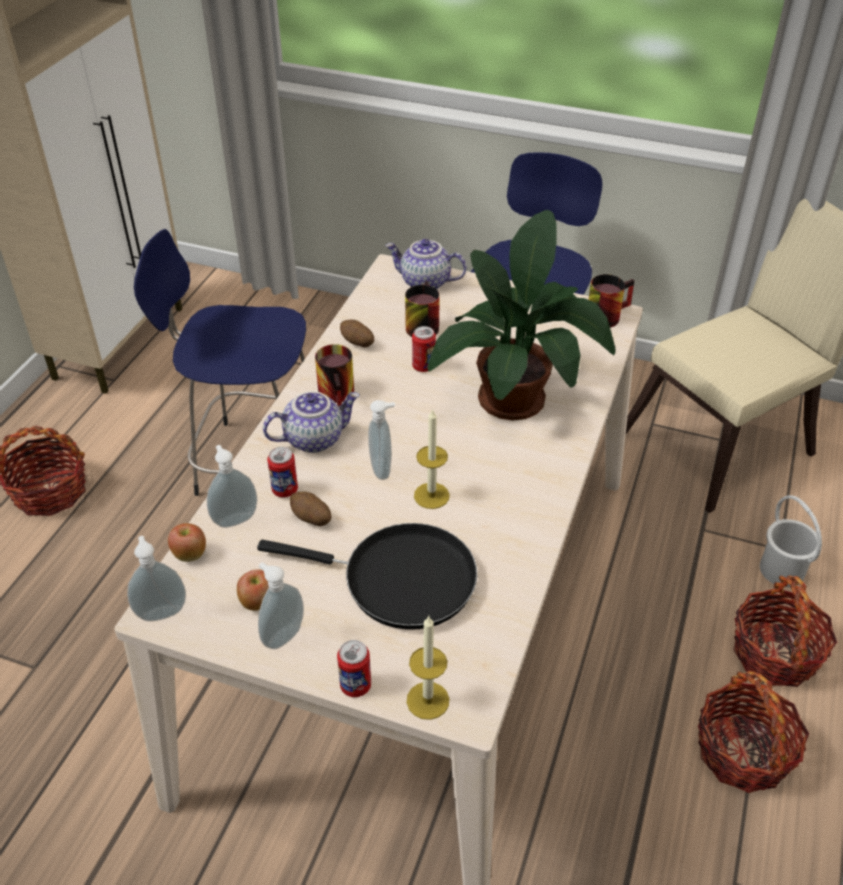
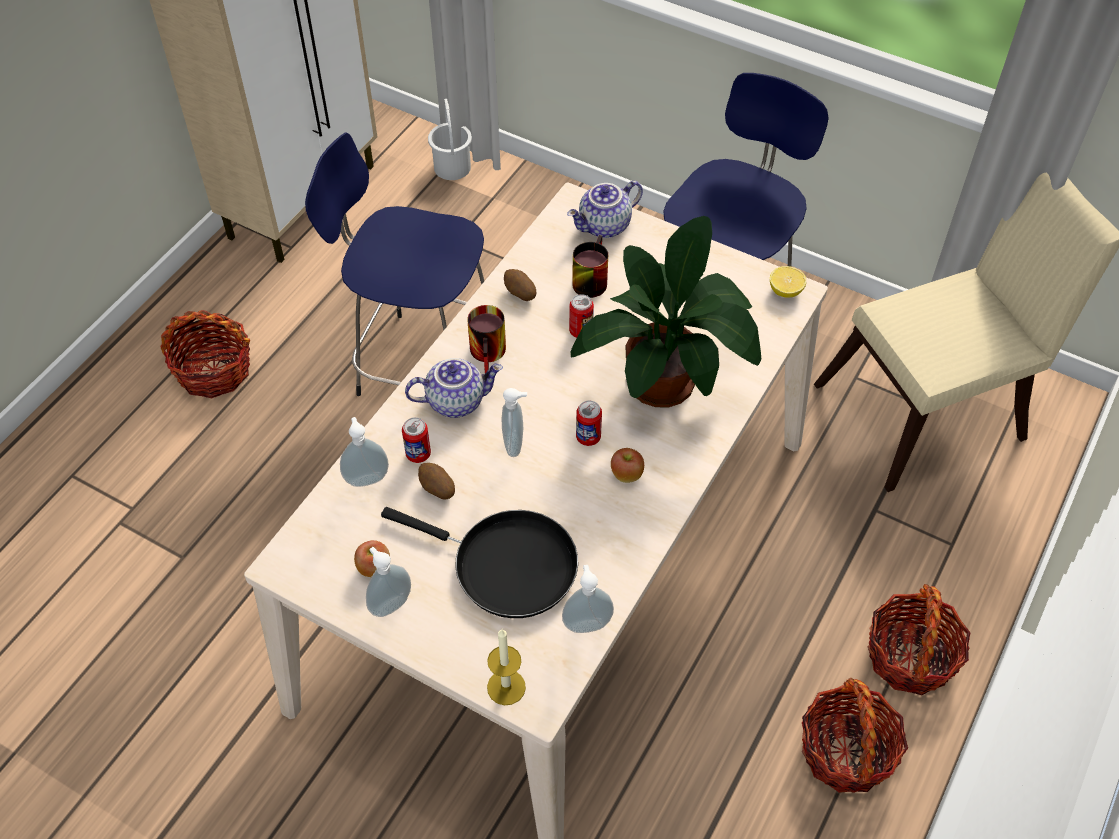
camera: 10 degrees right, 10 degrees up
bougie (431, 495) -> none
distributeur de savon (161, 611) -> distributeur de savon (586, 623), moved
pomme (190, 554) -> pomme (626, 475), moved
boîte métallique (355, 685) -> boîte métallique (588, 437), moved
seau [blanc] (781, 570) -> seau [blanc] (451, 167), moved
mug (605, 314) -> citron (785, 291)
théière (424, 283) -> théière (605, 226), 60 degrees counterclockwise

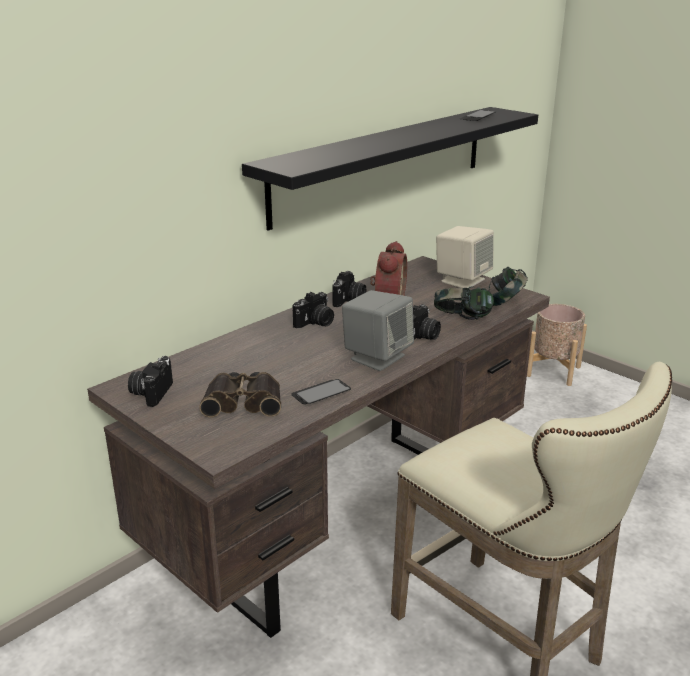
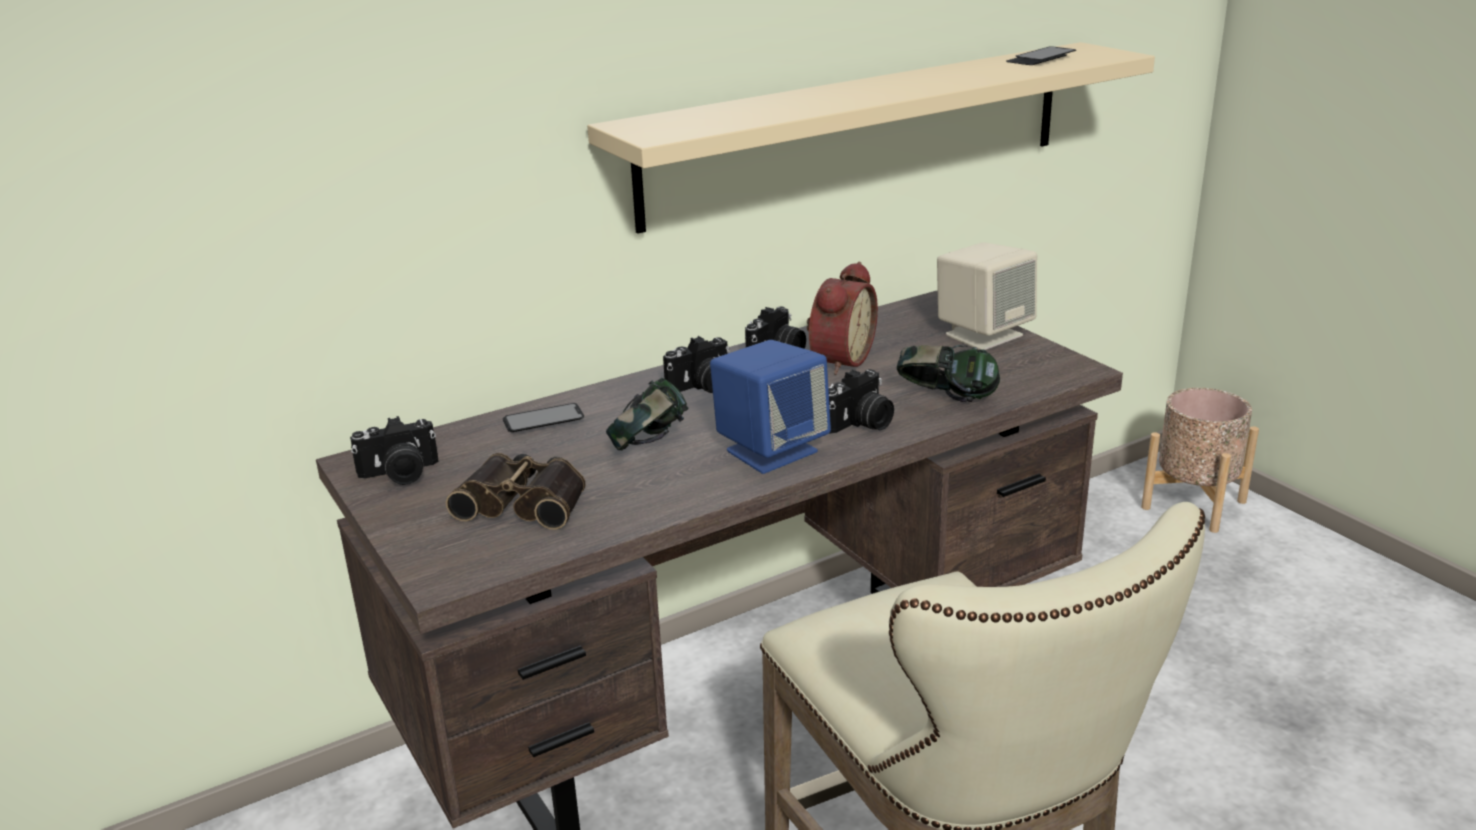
camera: 15 degrees right, 0 degrees up
téléphone (321, 393) -> téléphone (543, 420), moved
casque audio (505, 303) -> casque audio (650, 447), moved
étagère [noir] (383, 163) -> étagère [beige] (860, 132)
enceinte [gris] (377, 357) -> enceinte [bleu] (771, 451)
appareil photo (151, 393) -> appareil photo (400, 474), 135 degrees counterclockwise

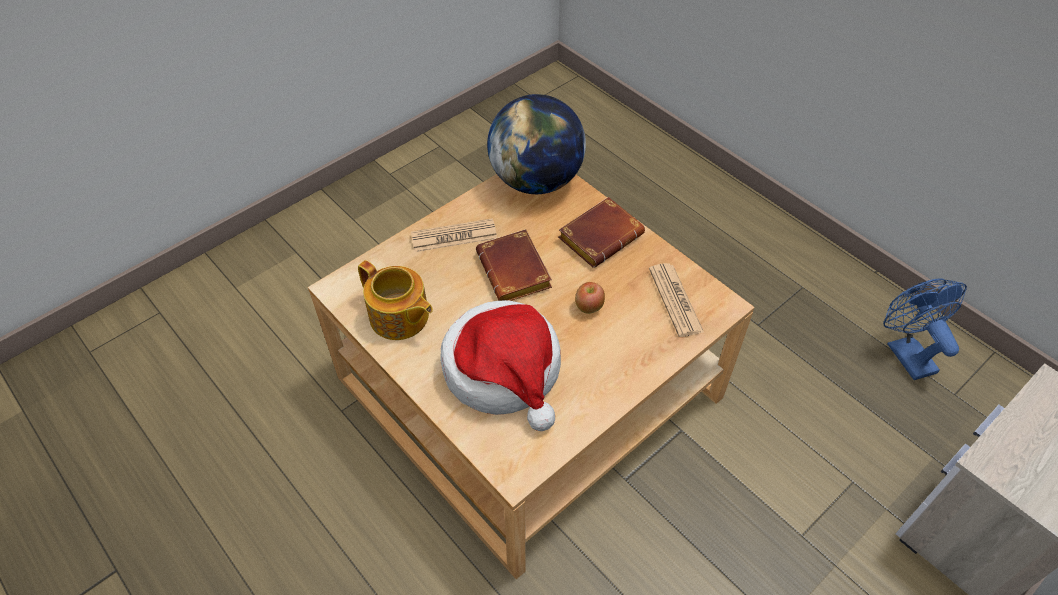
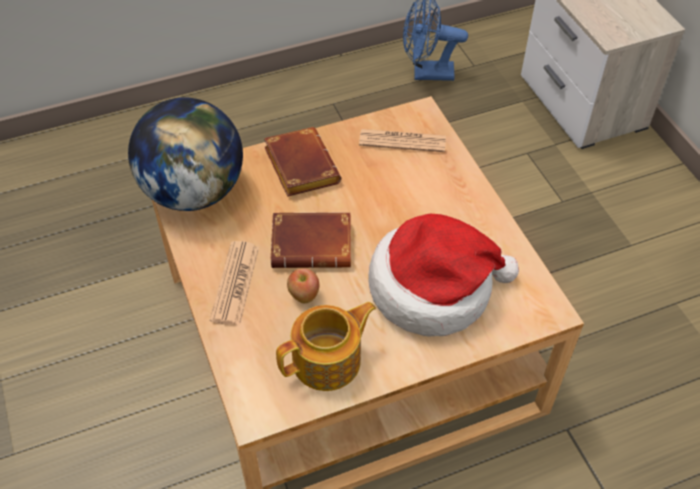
camera: 70 degrees left, 0 degrees up
pomme (588, 307) -> pomme (303, 295), moved

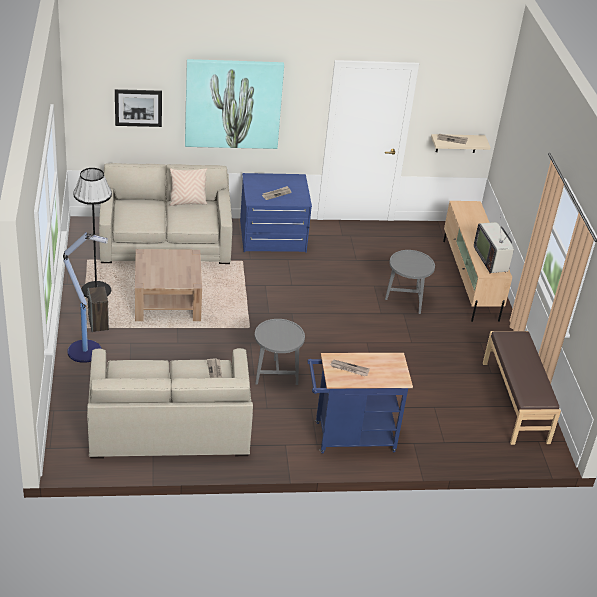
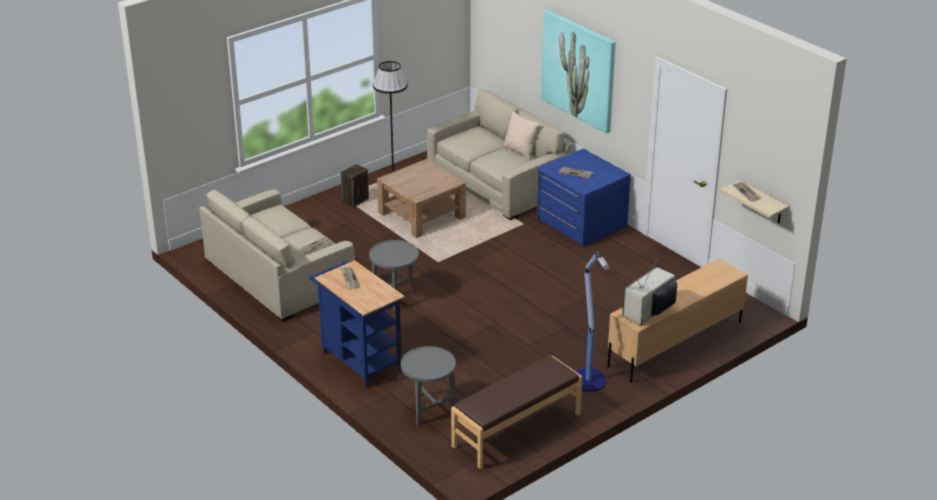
camera: 60 degrees right, 5 degrees down
tableau (138, 107) -> none
lampadaire (86, 351) -> lampadaire (588, 381), moved
table d'appoint [gris] (405, 301) -> table d'appoint [gris] (429, 408), moved

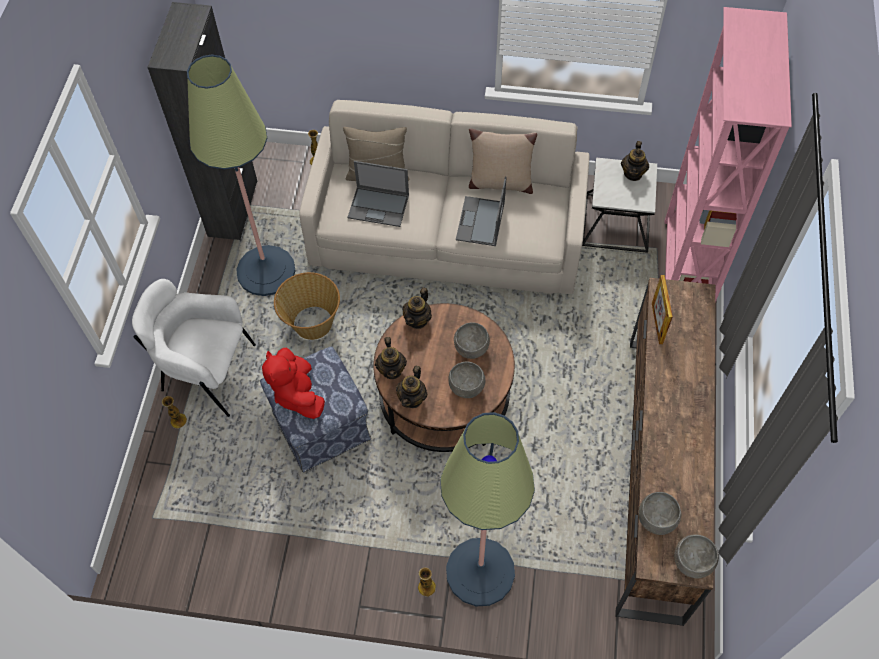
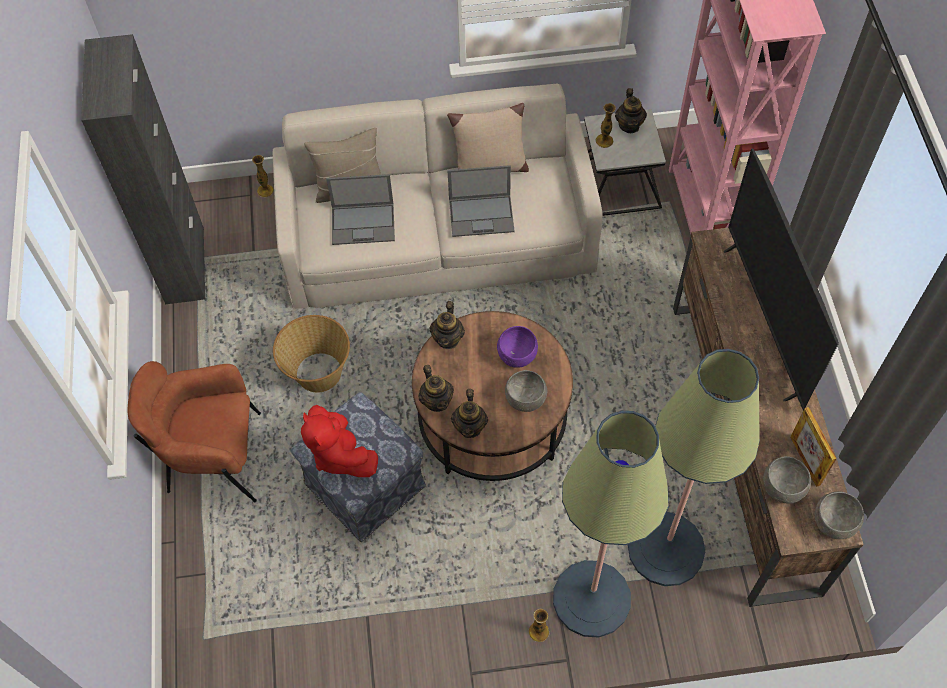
camera: 15 degrees left, 0 degrees up
none -> téléviseur (764, 321)
vase (178, 420) -> vase (604, 141), moved
lampadaire (266, 271) -> lampadaire (666, 549), moved
cadre photo (657, 323) -> cadre photo (805, 461), moved
fauteuil [blanc] (207, 372) -> fauteuil [marron] (214, 458)
bol [gris] (470, 348) -> bol [violet] (516, 355)
ordinateur portable (480, 222) -> ordinateur portable (482, 215), 90 degrees counterclockwise

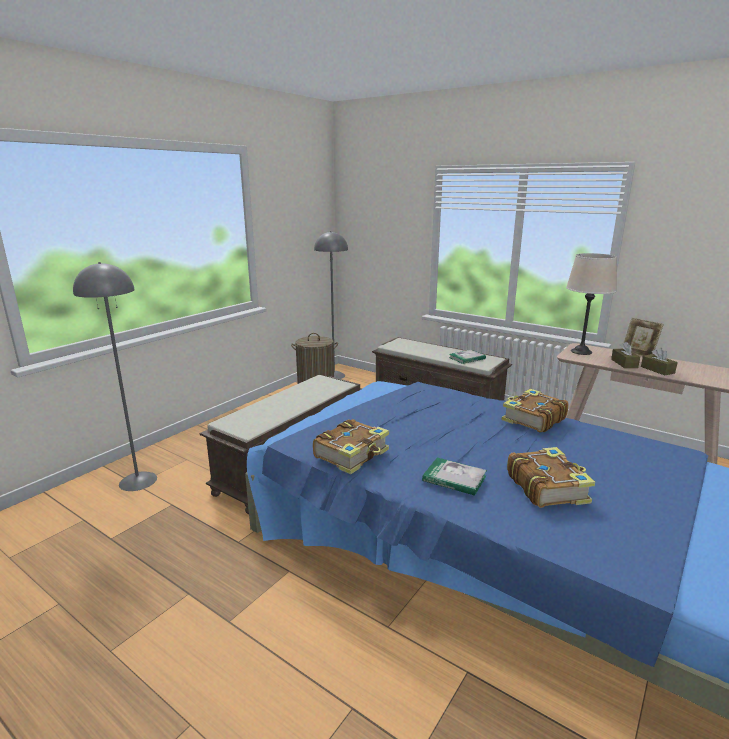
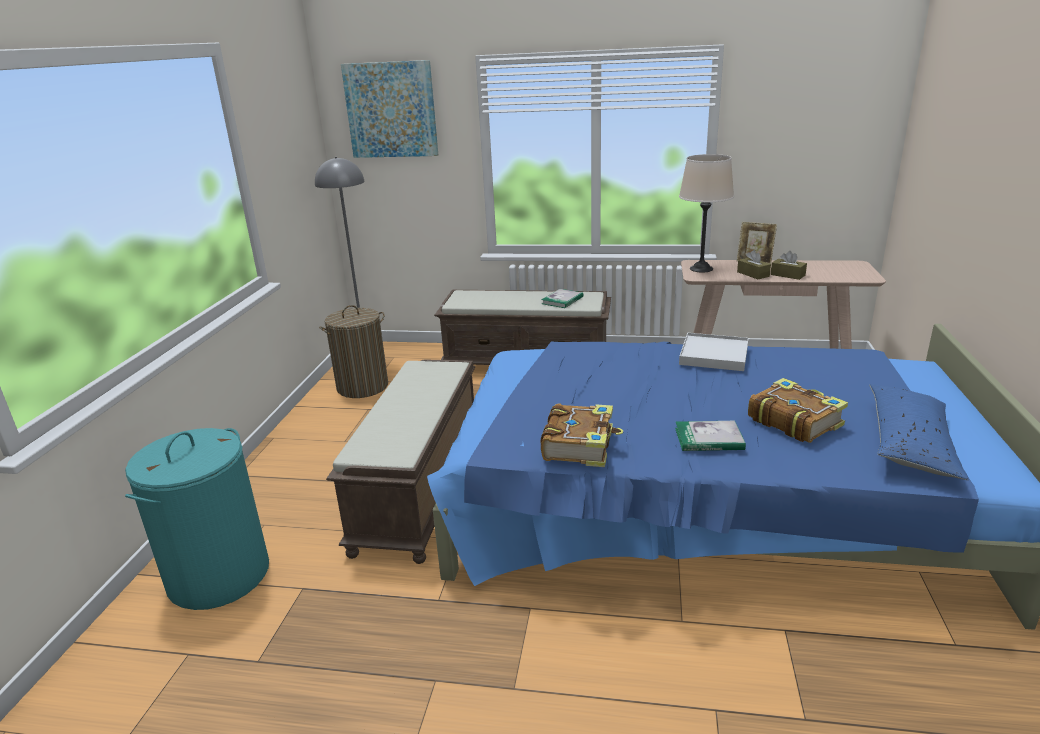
camera: 25 degrees left, 5 degrees up
none -> tableau (391, 110)
none -> coussin [bleu] (910, 443)
lampadaire [gris] (138, 481) -> panier à linge [turquoise] (219, 575)
livre (532, 419) -> plateau [blanc] (714, 355)

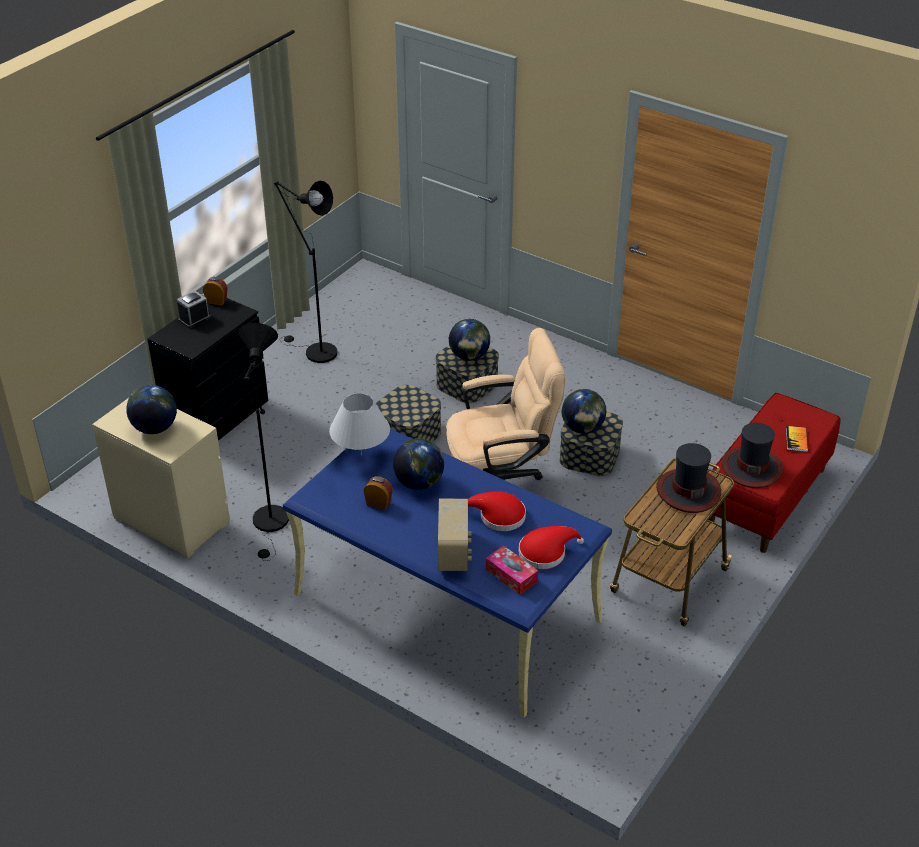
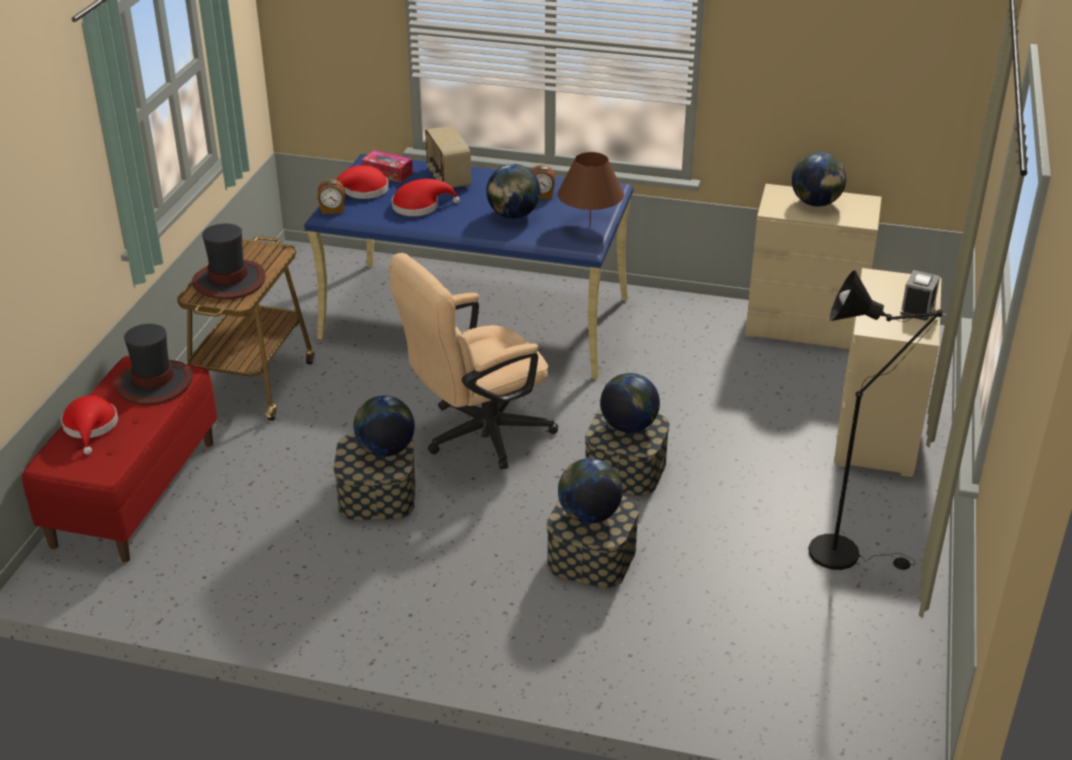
camera: 160 degrees right, 5 degrees down
lampadaire [noir] (271, 524) -> none
none -> globe (629, 427)
réveil (217, 301) -> réveil (332, 210), moved
livre (796, 439) -> chapeau [rouge] (91, 427)
commode [noir] (217, 416) -> commode [beige] (876, 434)
lampe de table [blanc] (361, 454) -> lampe de table [marron] (589, 226)

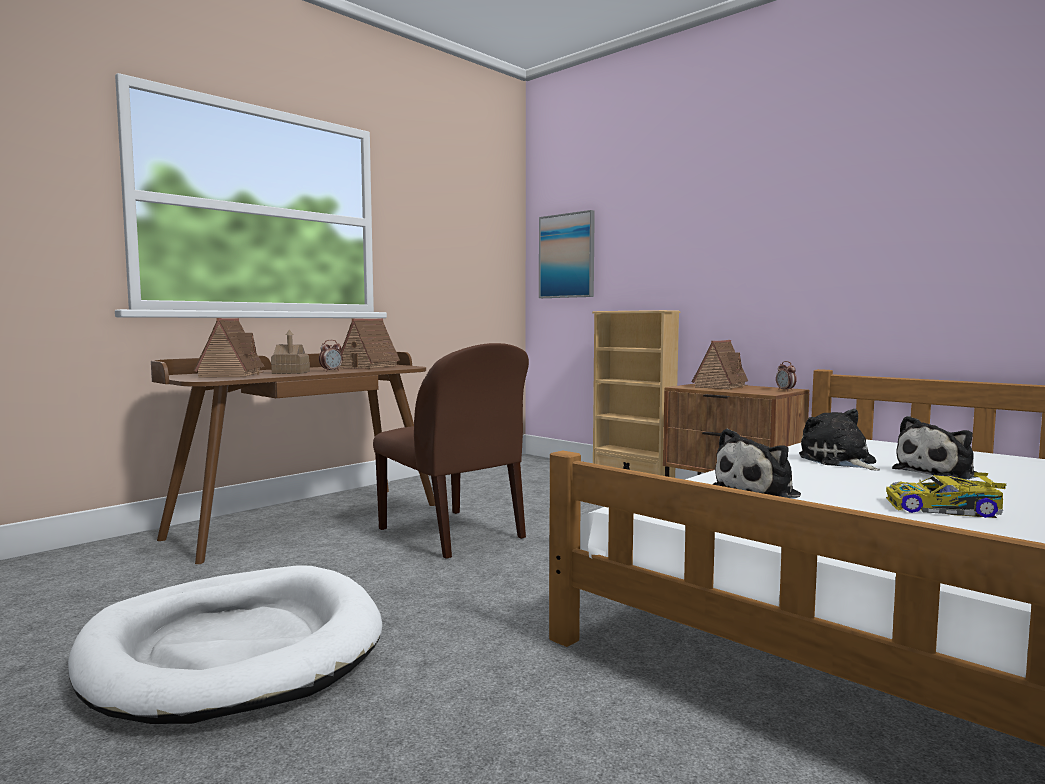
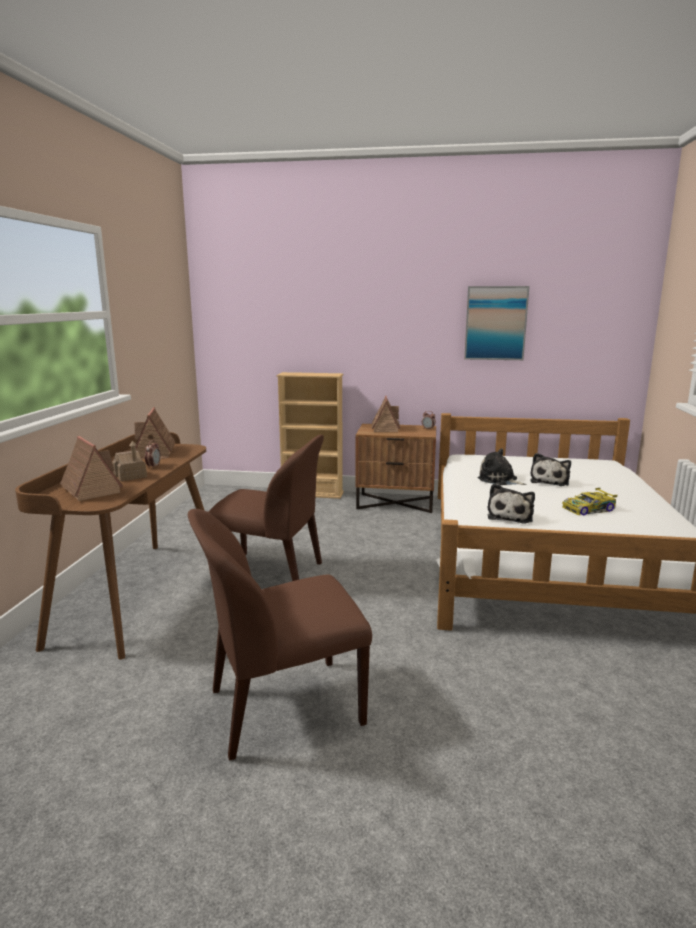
camera: 35 degrees left, 10 degrees up
tableau (567, 256) -> tableau (495, 323), moved
panier pour chien [blanc] (234, 650) -> chaise [marron] (282, 707)

